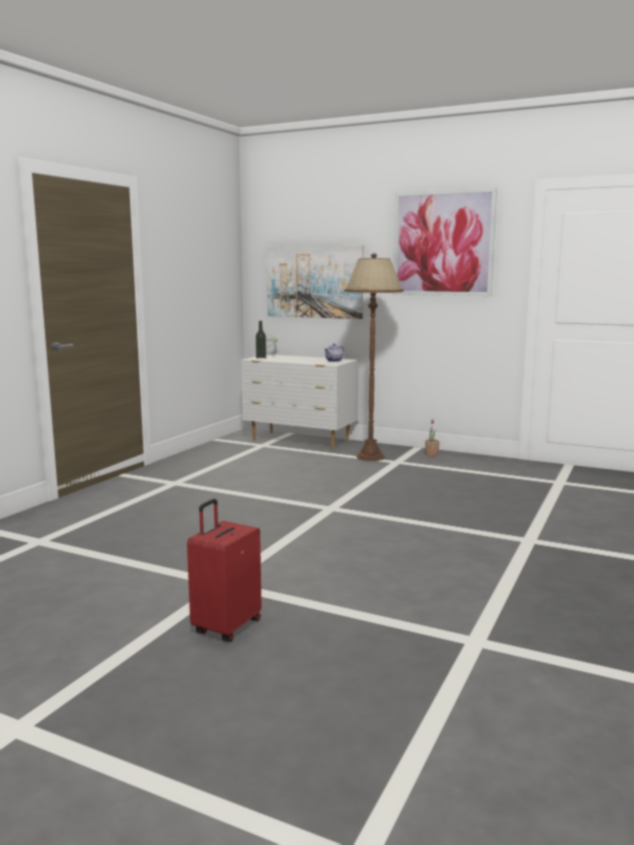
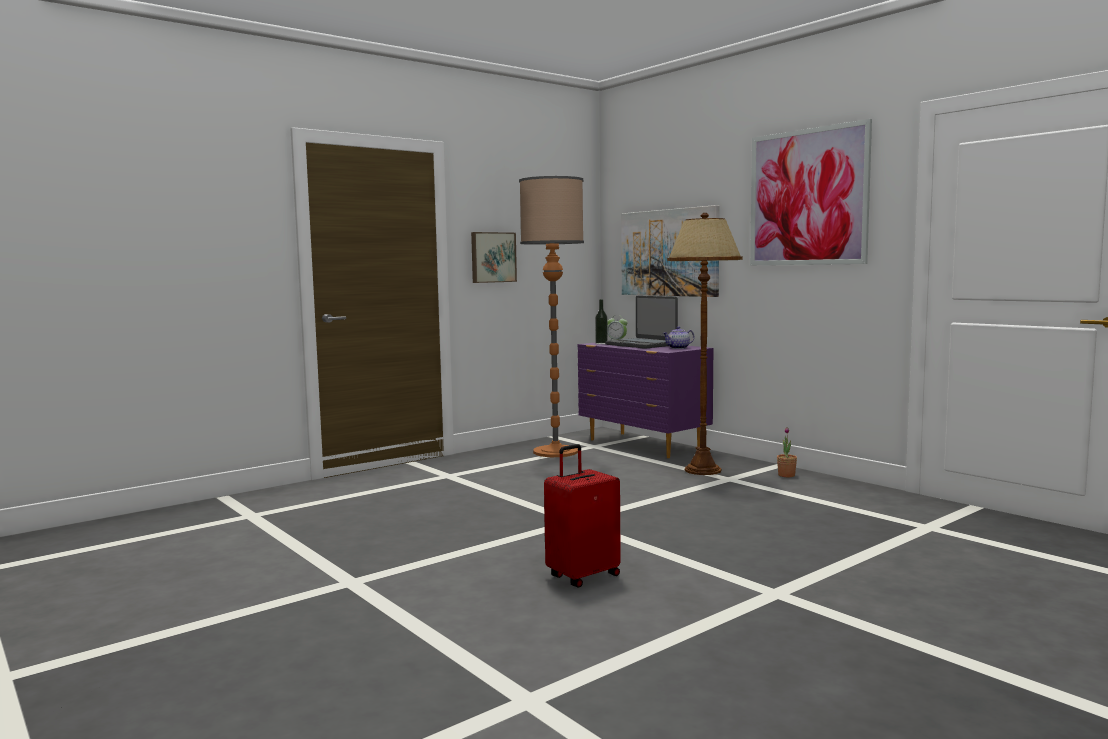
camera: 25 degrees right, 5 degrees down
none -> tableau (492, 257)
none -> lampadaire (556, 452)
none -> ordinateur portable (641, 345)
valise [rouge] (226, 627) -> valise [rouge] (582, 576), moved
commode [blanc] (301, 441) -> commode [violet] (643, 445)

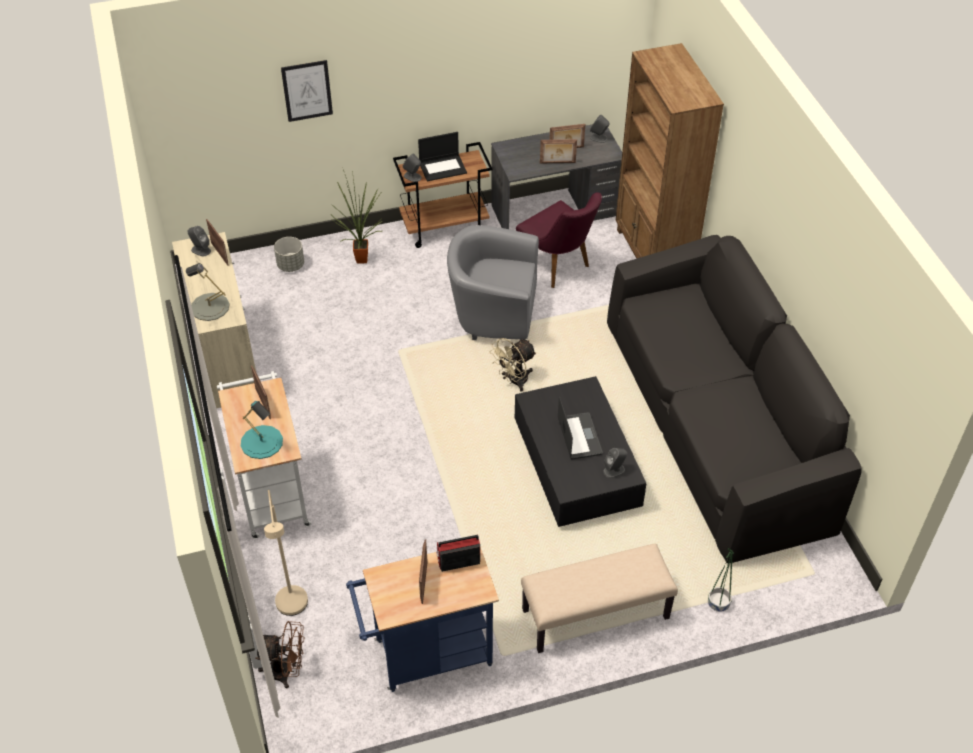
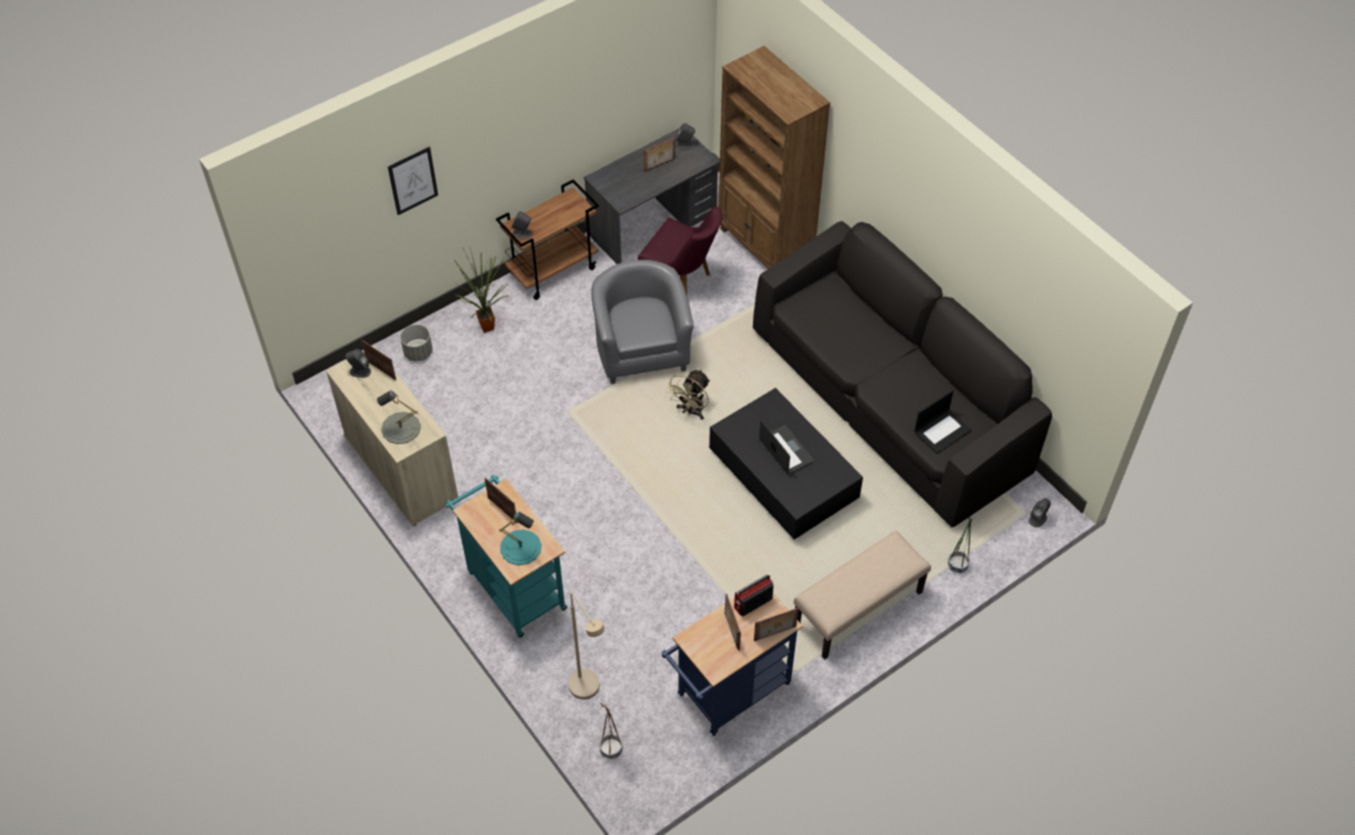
camera: 20 degrees left, 5 degrees up
ordinateur portable (443, 167) -> ordinateur portable (942, 431), moved
cadre photo (557, 163) -> cadre photo (775, 634), moved
enceinte [gris] (614, 470) -> enceinte [gris] (1038, 519), moved
ventilateur [marron] (286, 671) -> cache-pot [marron] (610, 749)
chariot [blanc] (271, 490) -> chariot [turquoise] (513, 586)
fauteuil [gris] (493, 314) -> fauteuil [gris] (641, 349), 90 degrees clockwise

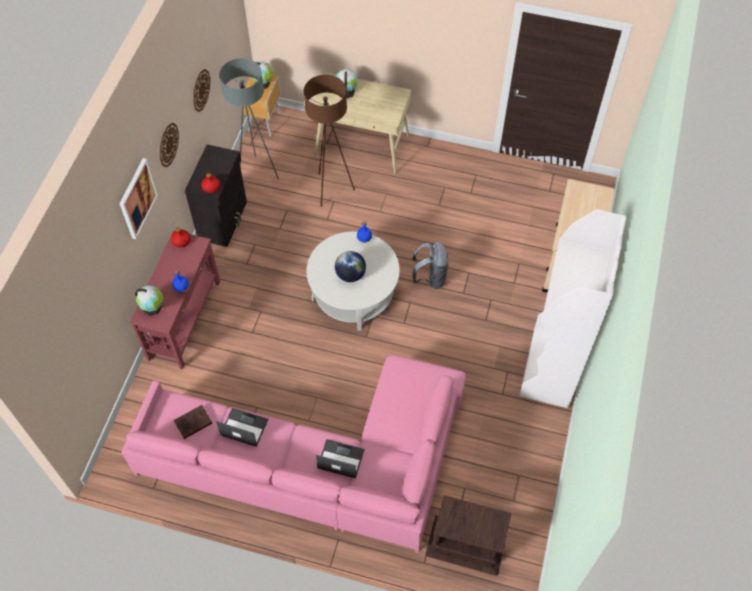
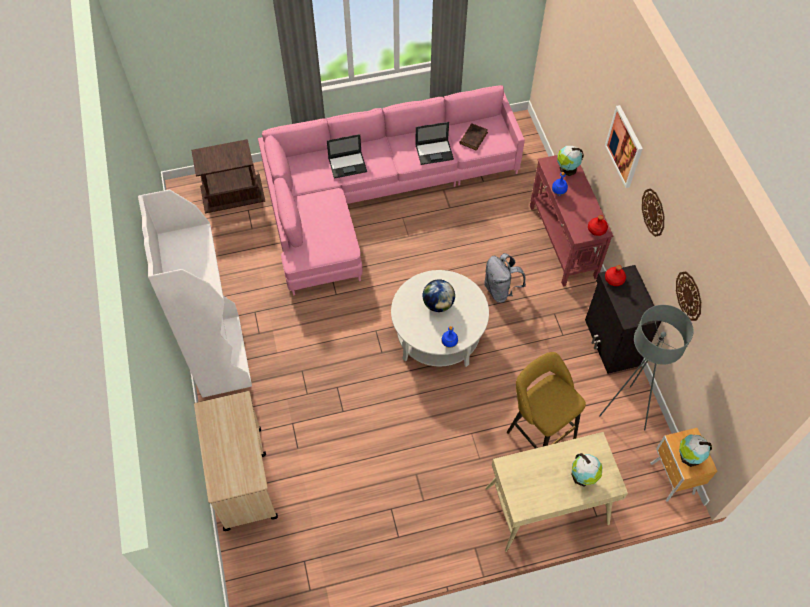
camera: 150 degrees right, 0 degrees up
sac à dos [gris] (430, 278) -> sac à dos [gris] (500, 290), moved
lampadaire [marron] (331, 189) -> tabouret [jaune] (538, 432)

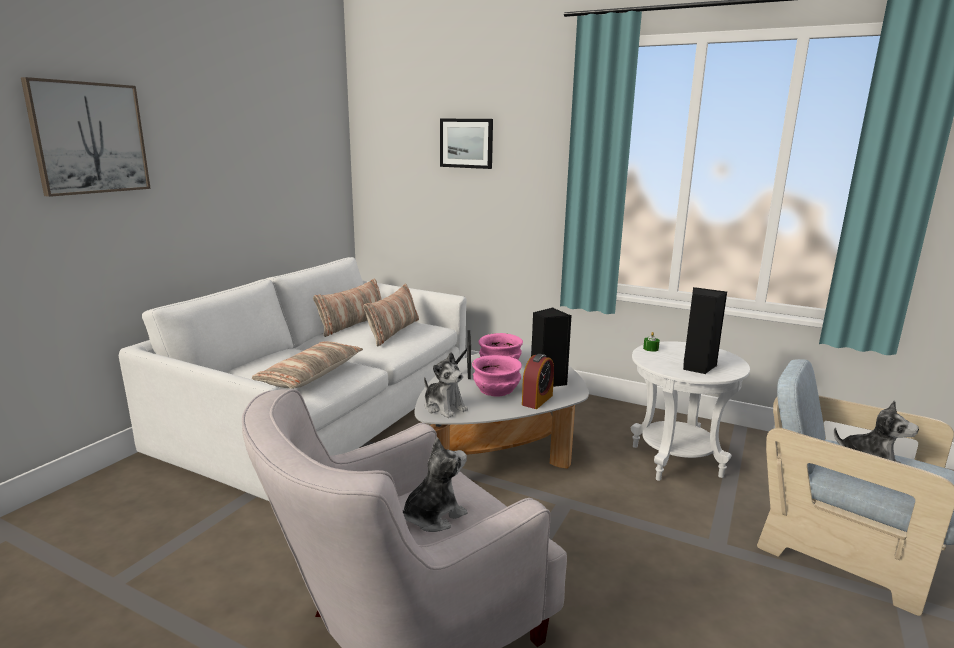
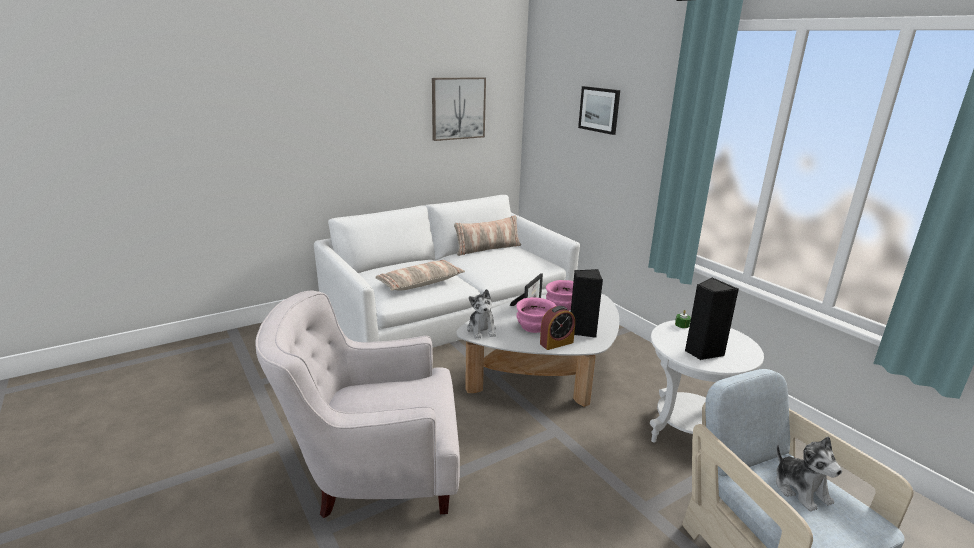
camera: 30 degrees right, 5 degrees up
coussin (393, 331) -> none
peluche (433, 516) -> none
tableau (89, 138) -> tableau (458, 108), moved

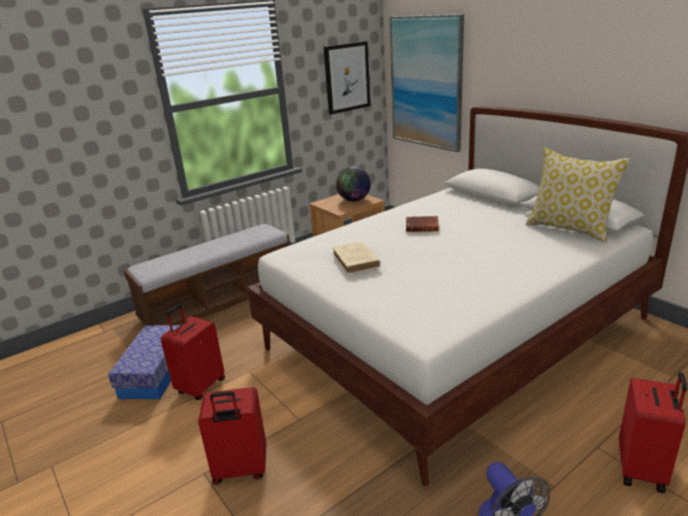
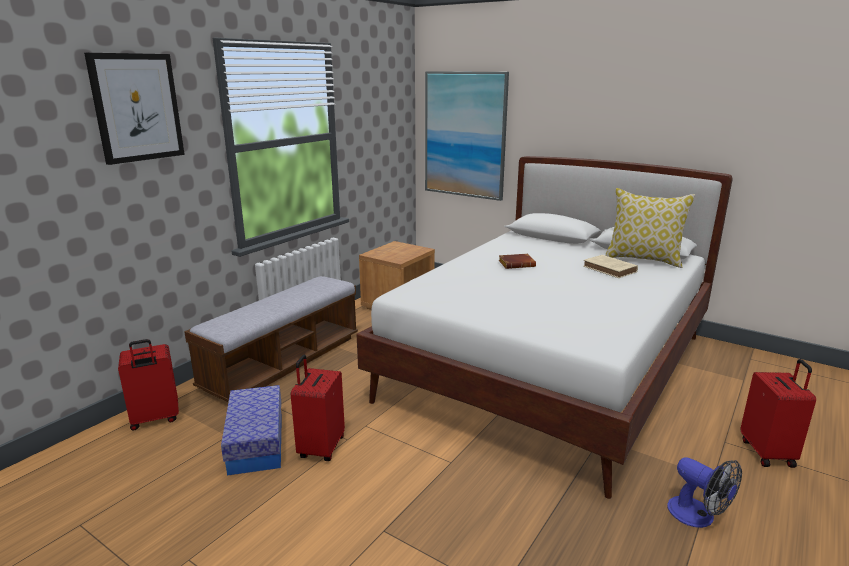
camera: 20 degrees left, 5 degrees down
globe (354, 200) -> none
valise [rouge] (240, 470) -> valise [rouge] (155, 419), moved
tableau (347, 77) -> tableau (137, 107), moved
livre [beige] (356, 261) -> livre [beige] (611, 269), moved

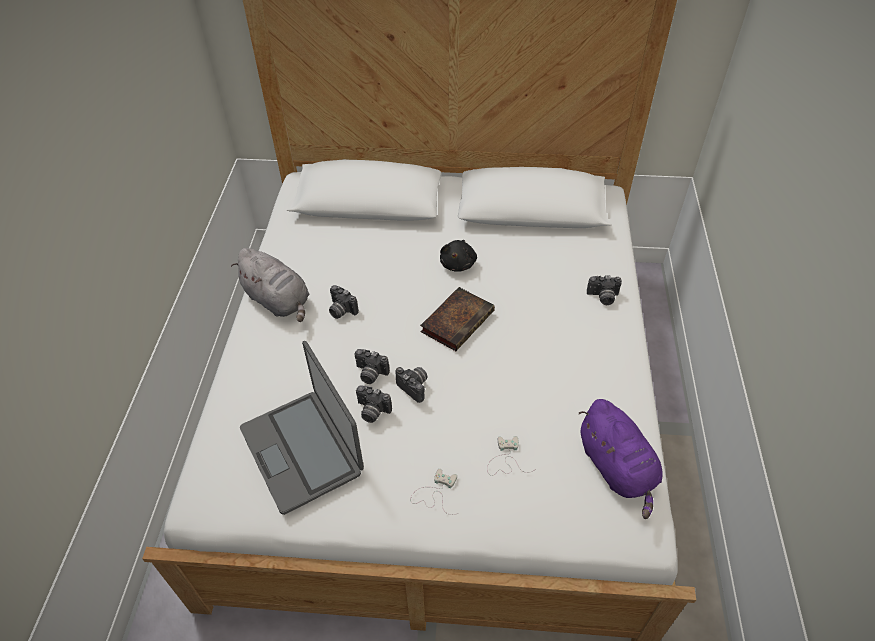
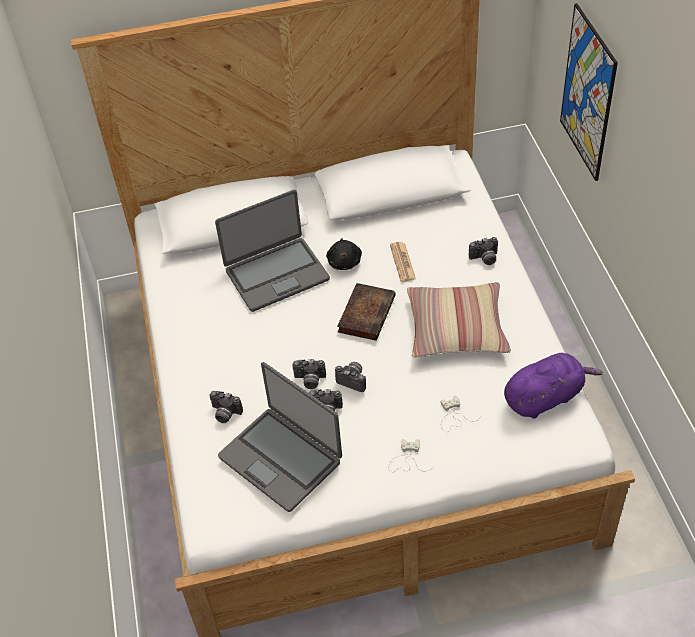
camera: 15 degrees left, 0 degrees up
peluche [gris] (278, 301) -> none
none -> ordinateur portable (276, 274)
none -> journal (402, 262)
none -> coussin (456, 328)
none -> tableau (587, 93)
appareil photo (341, 310) -> appareil photo (225, 414), moved
peluche [violet] (617, 468) -> peluche [violet] (545, 397), 75 degrees counterclockwise

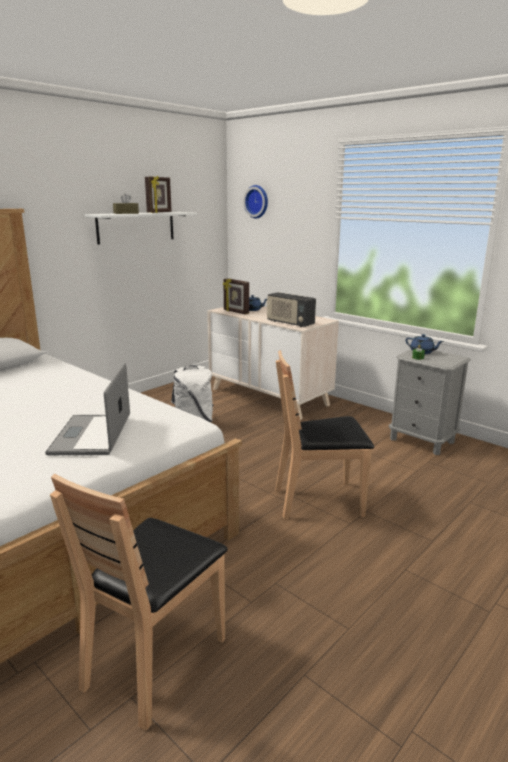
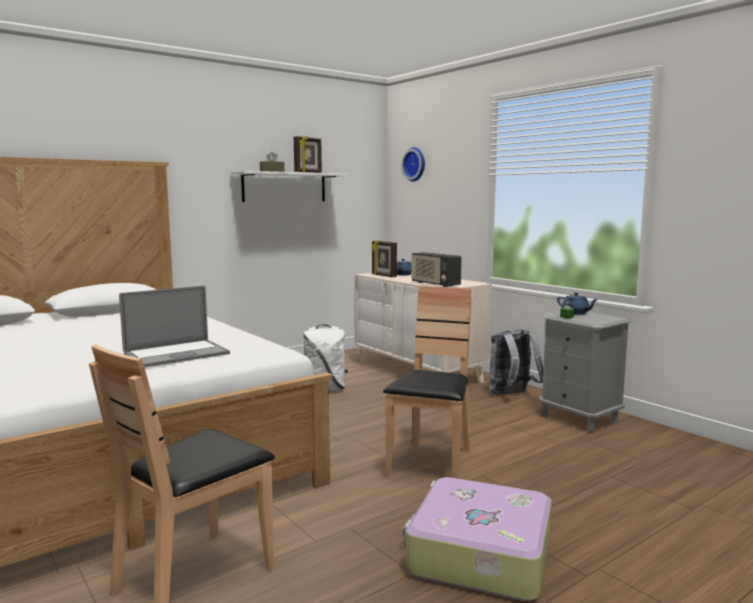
camera: 10 degrees right, 10 degrees down
none -> valise (478, 555)
none -> sac à dos [gris] (512, 394)
ordinateur portable (91, 435) -> ordinateur portable (176, 354), 135 degrees counterclockwise
chaise [marron] (319, 501) -> chaise [marron] (431, 463), 105 degrees clockwise

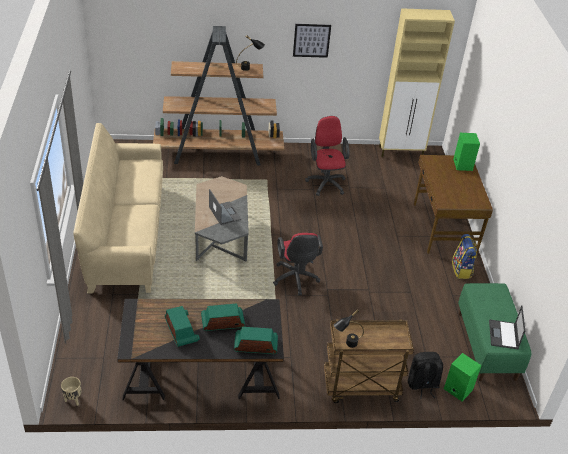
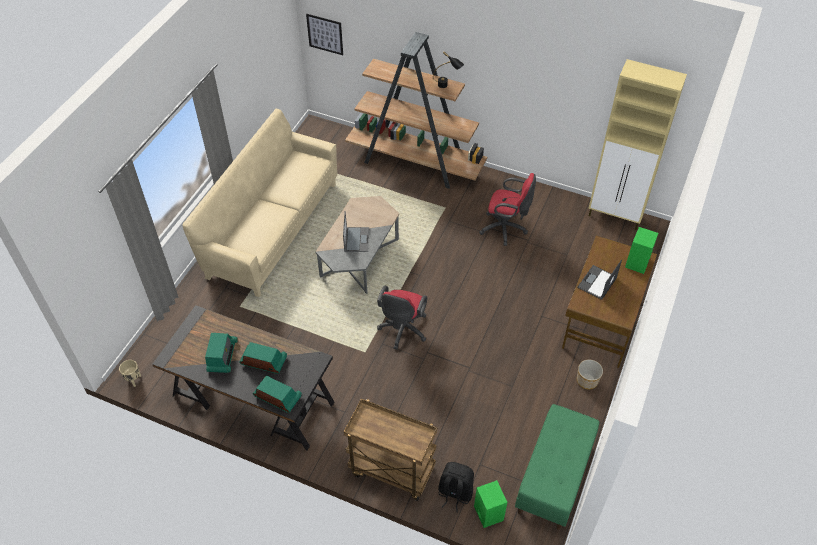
camera: 30 degrees right, 10 degrees up
lampe de table [noir] (346, 345) -> none
tableau (311, 40) -> tableau (325, 34), moved
ordinateur portable (503, 335) -> ordinateur portable (597, 283), moved
sac à dos (462, 270) -> cache-pot (587, 381)
chaise de bureau [rouge] (326, 182) -> chaise de bureau [rouge] (505, 229), 90 degrees clockwise

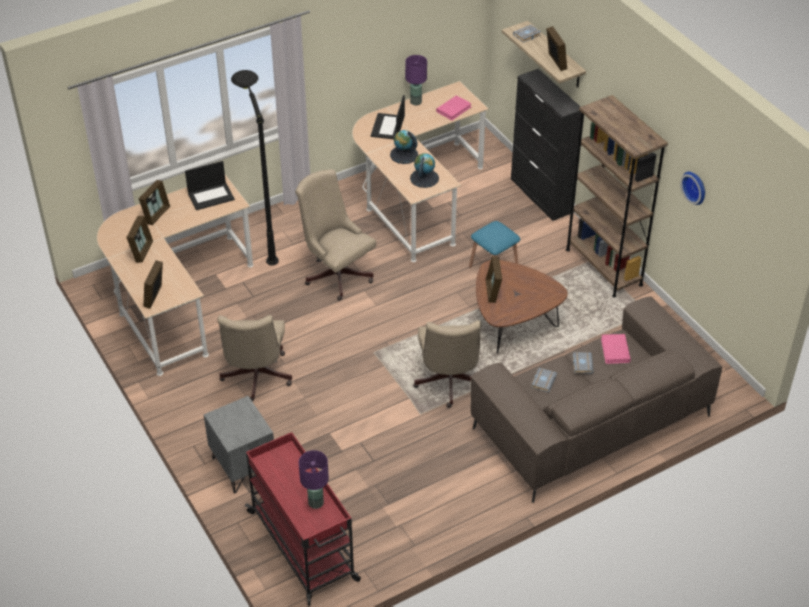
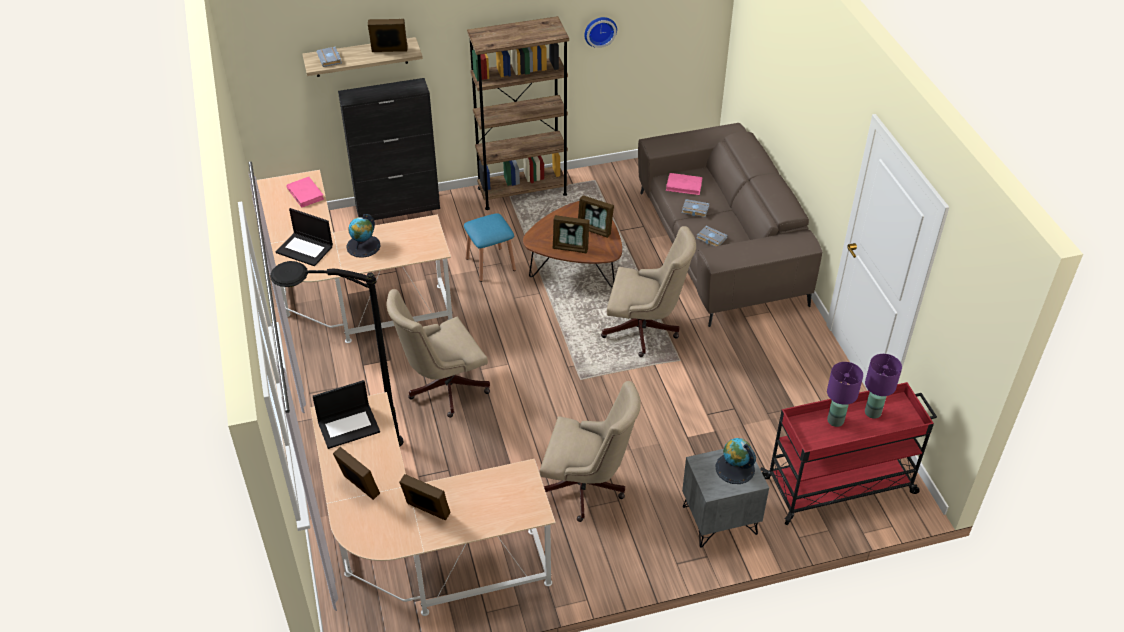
camera: 75 degrees left, 0 degrees up
cadre photo (155, 297) -> cadre photo (595, 230), moved
lampe de table [violet] (416, 102) -> lampe de table [violet] (835, 420), moved
globe (424, 178) -> globe (734, 468), moved
ordinateur portable (211, 196) -> ordinateur portable (349, 426), 75 degrees clockwise

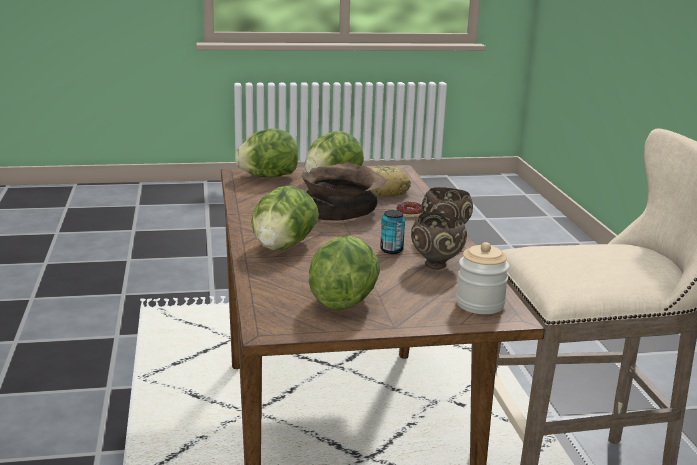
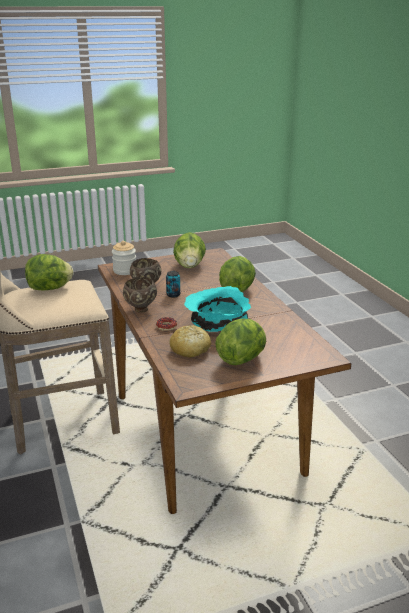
camera: 170 degrees right, 5 degrees up
laitue (267, 176) -> laitue (50, 288), moved
bol [marron] (341, 209) -> bol [turquoise] (217, 324)

